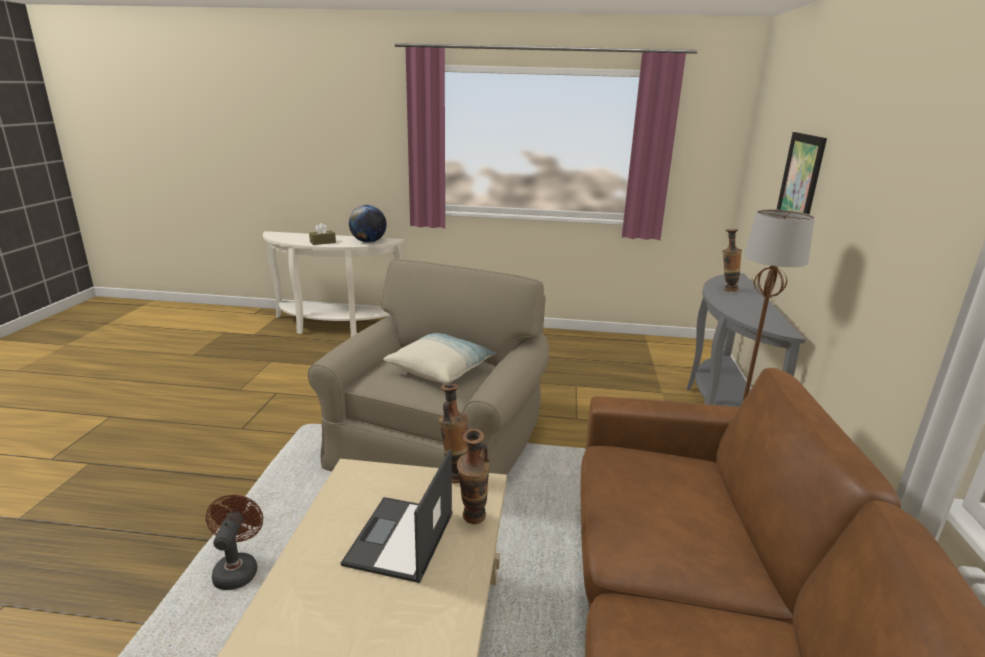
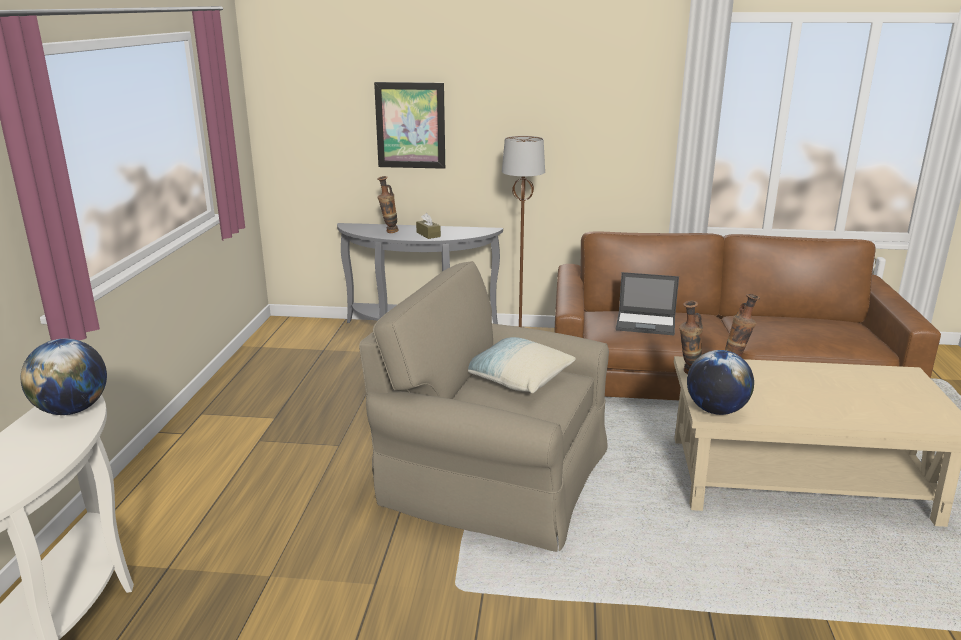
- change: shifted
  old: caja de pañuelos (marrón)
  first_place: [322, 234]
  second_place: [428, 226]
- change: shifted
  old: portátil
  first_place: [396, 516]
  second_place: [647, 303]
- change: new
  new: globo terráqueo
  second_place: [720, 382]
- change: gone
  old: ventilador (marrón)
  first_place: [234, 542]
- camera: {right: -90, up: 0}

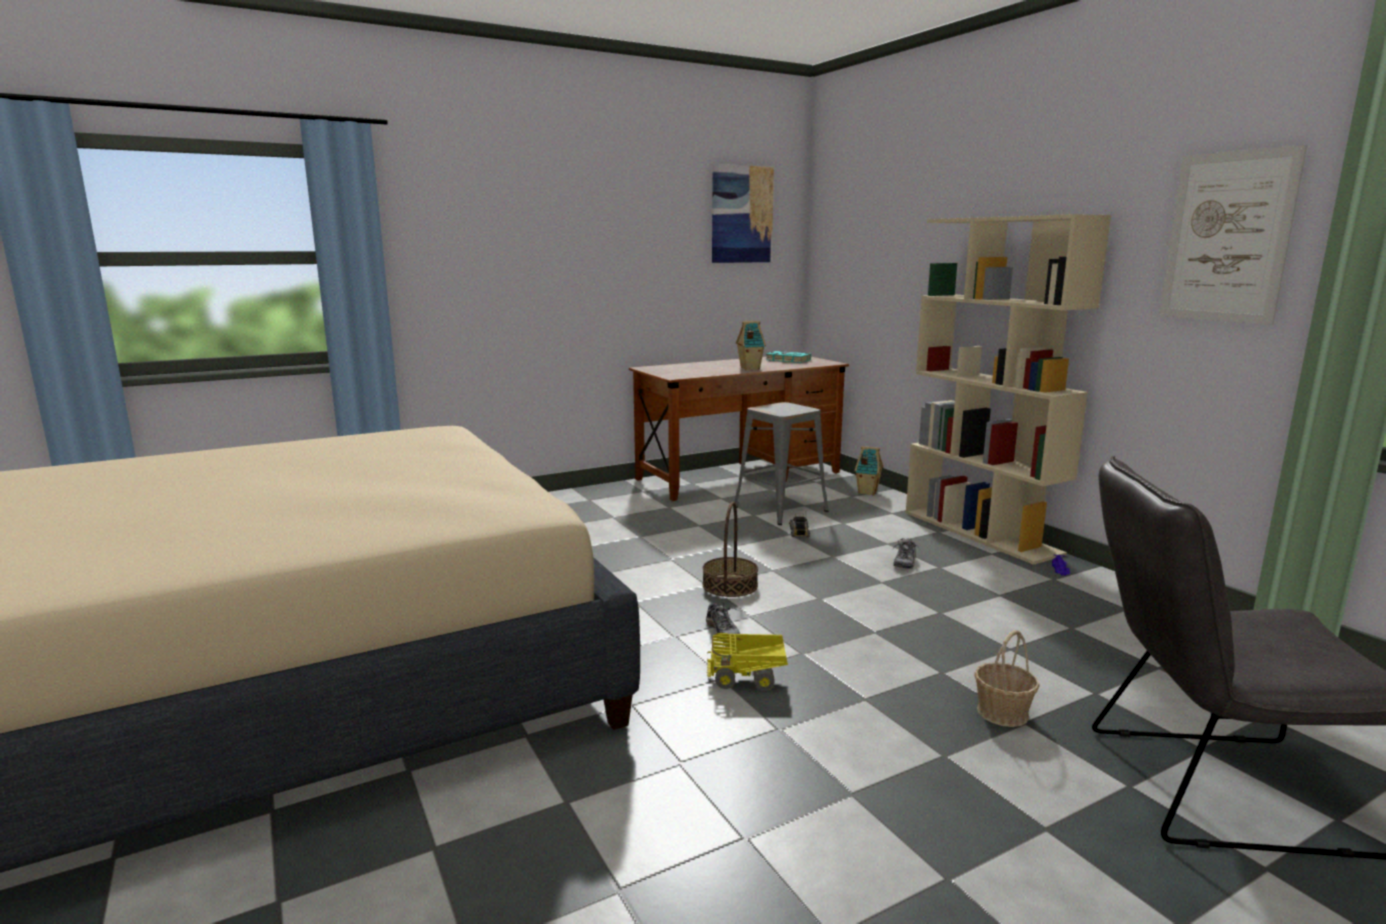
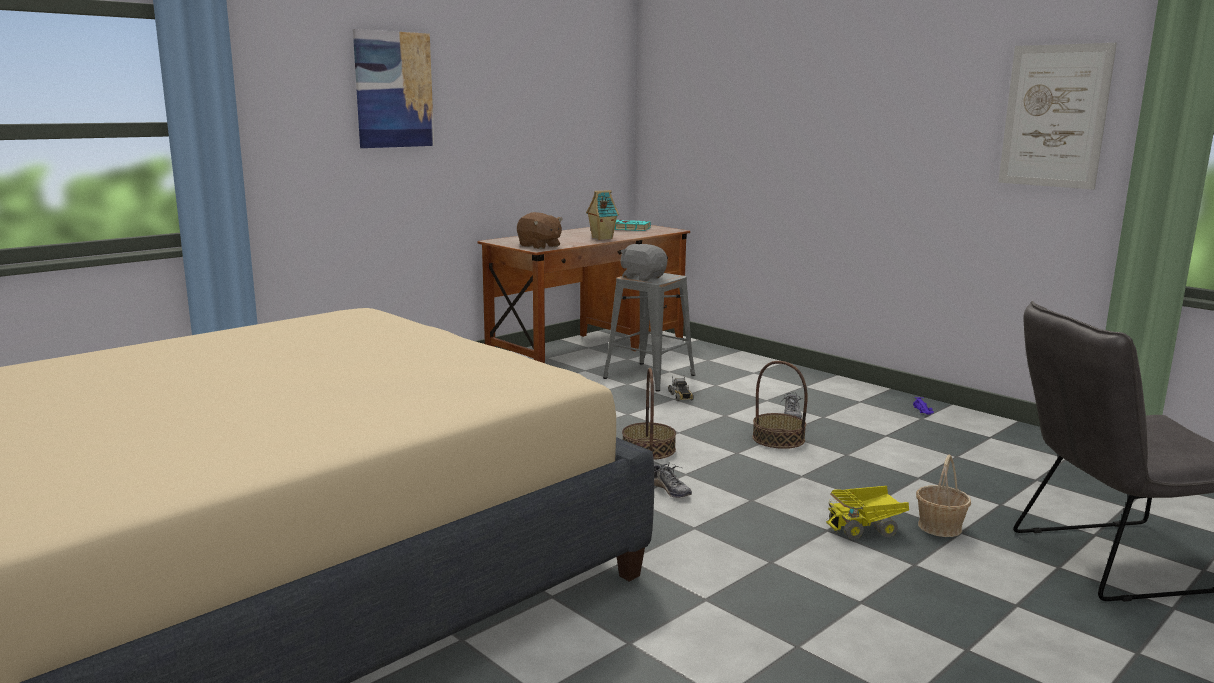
- change: shifted
  old: cuadro
  first_place: [743, 213]
  second_place: [393, 88]
- change: new
  new: peluche (marrón)
  second_place: [539, 230]
- change: new
  new: peluche (gris)
  second_place: [643, 262]
- change: new
  new: cesta
  second_place: [780, 405]
- change: shifted
  old: camión de juguete
  first_place: [747, 662]
  second_place: [867, 513]
- change: gone
  old: casita
  first_place: [869, 471]
- change: gone
  old: estantería (beis)
  first_place: [1008, 389]
- camera: {right: -15, up: 0}

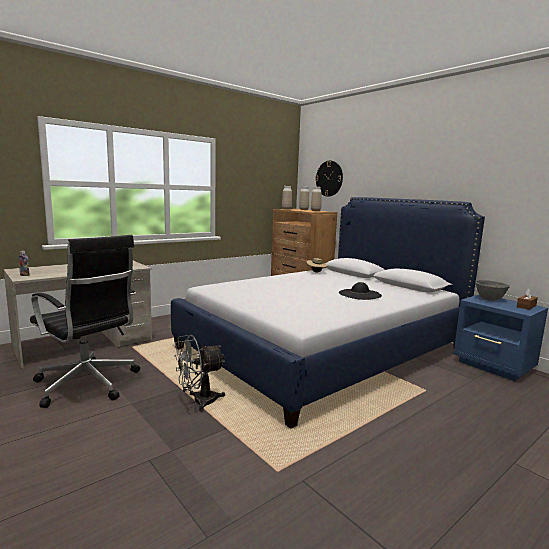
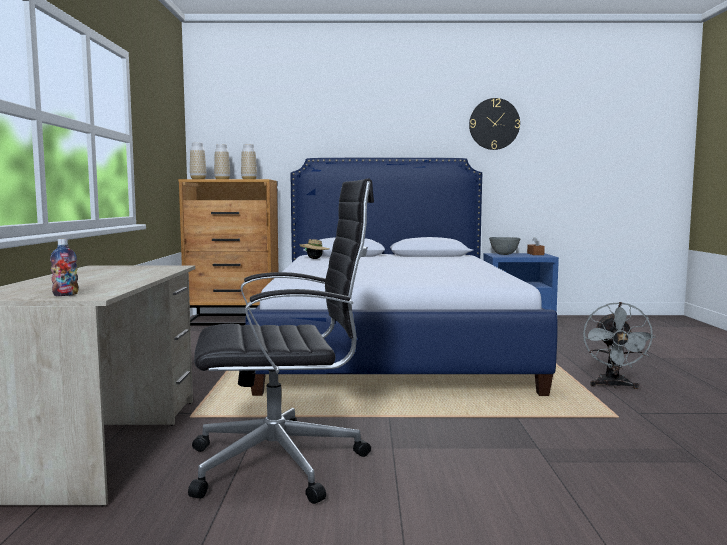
- change: shifted
  old: reloj de pared
  first_place: [329, 179]
  second_place: [494, 124]
- change: shifted
  old: ventilador (gris)
  first_place: [199, 373]
  second_place: [619, 345]
- change: gone
  old: sombrero (negro)
  first_place: [360, 291]
- camera: {right: -50, up: -5}

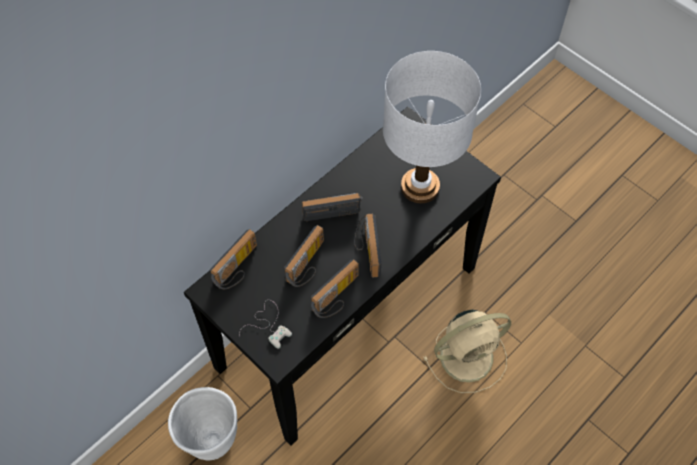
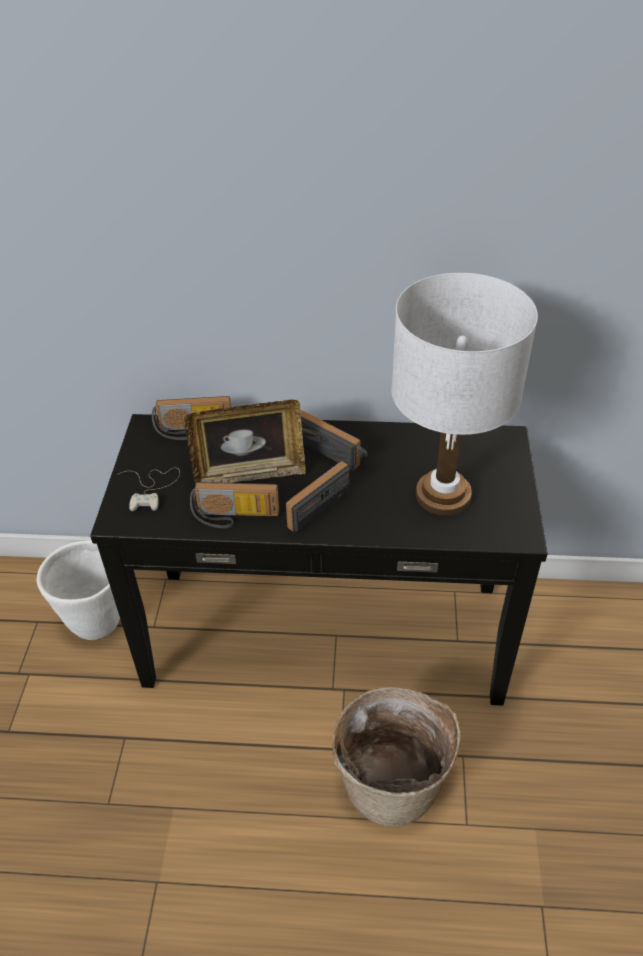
- change: swapped
  old: radio
  new: portarretratos
  first_place: [304, 256]
  second_place: [245, 442]
- change: swapped
  old: ventilador (beis)
  new: cesta
  first_place: [467, 351]
  second_place: [396, 757]
- camera: {right: 50, up: -15}

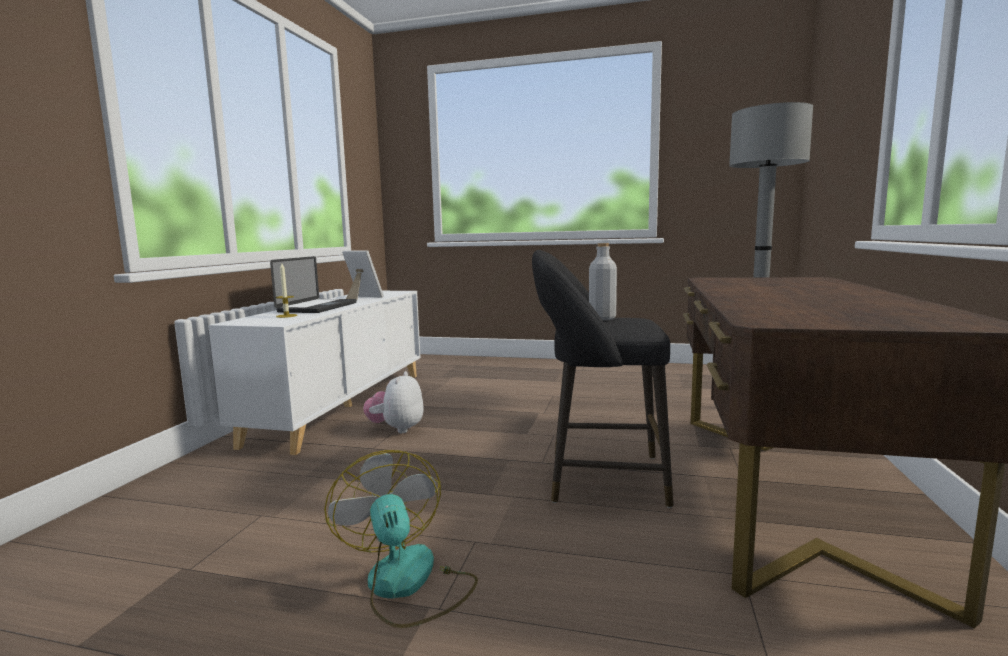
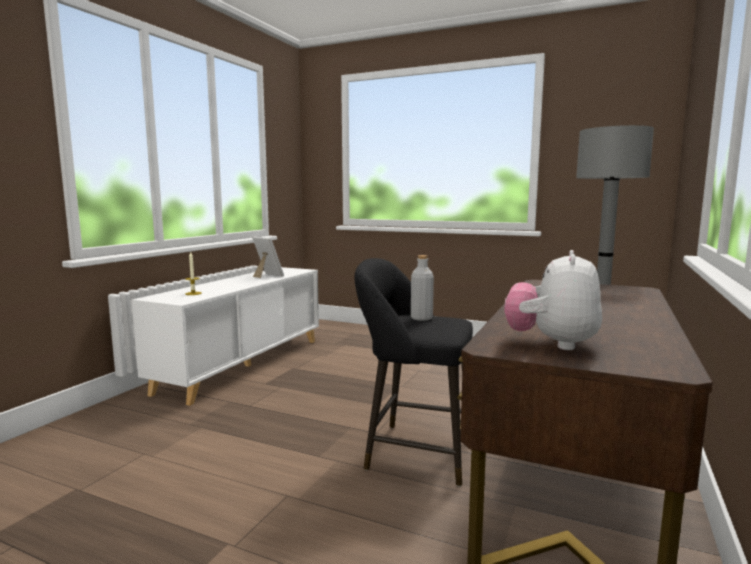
- change: shifted
  old: peluche
  first_place: [393, 402]
  second_place: [553, 300]
- change: gone
  old: portátil
  first_place: [313, 284]
- change: gone
  old: ventilador
  first_place: [401, 539]
- camera: {right: 10, up: 0}

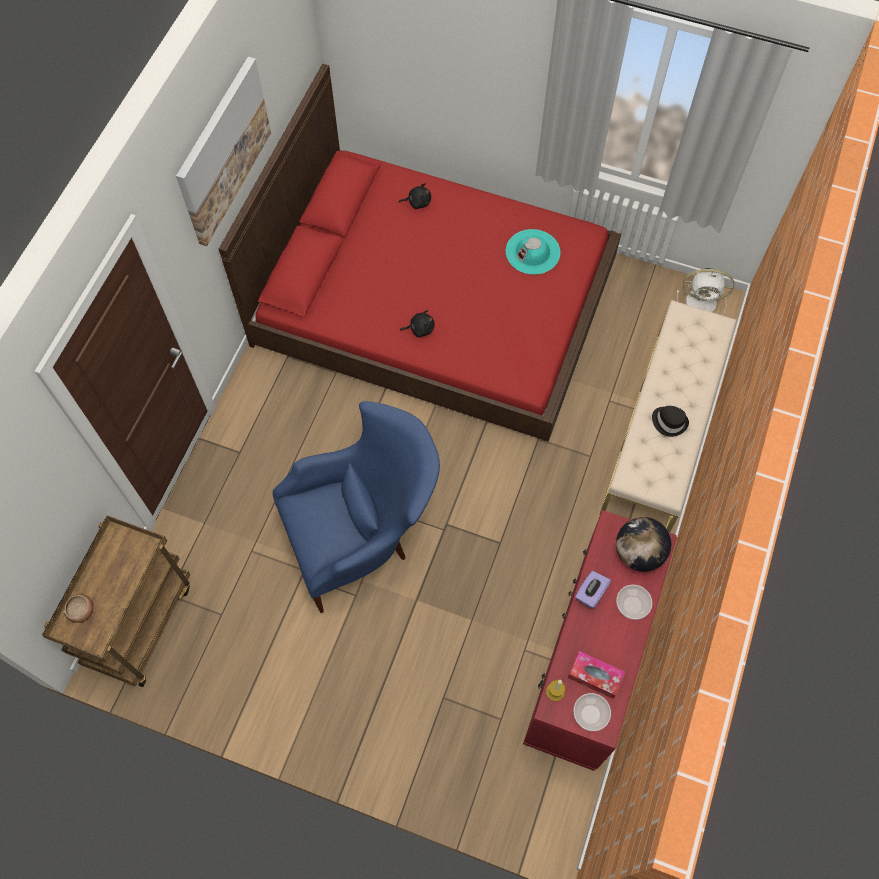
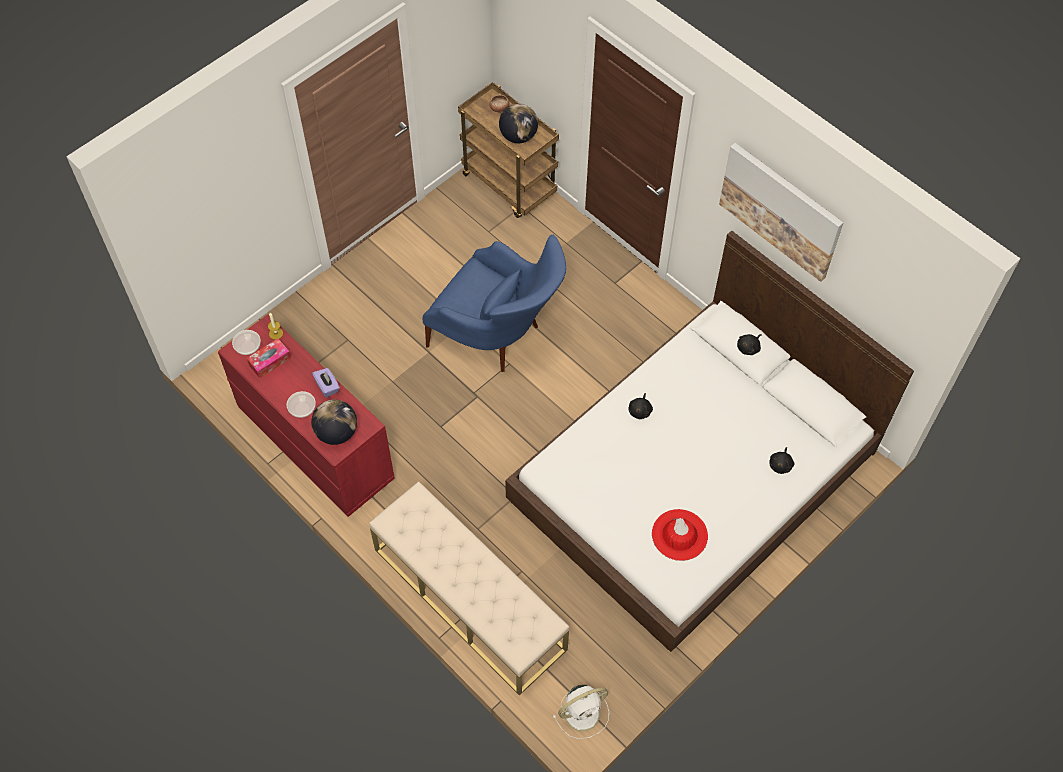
- change: rotated
  old: sillón (azul)
  first_place: [356, 507]
  second_place: [494, 303]
  degrees: -60
- change: new
  new: globo terráqueo
  second_place: [518, 123]
- change: repainted
  old: cama (rojo)
  new: cama (blanco)
  first_place: [420, 253]
  second_place: [709, 441]
- change: rotated
  old: ventilador (blanco)
  first_place: [705, 291]
  second_place: [581, 712]
  degrees: -150
- change: repainted
  old: sombrero (turquesa)
  new: sombrero (rojo)
  first_place: [533, 252]
  second_place: [680, 535]
- change: new
  new: peluche (negro)
  second_place: [749, 344]
- change: gone
  old: sombrero (negro)
  first_place: [670, 421]
- camera: {right: 115, up: -5}

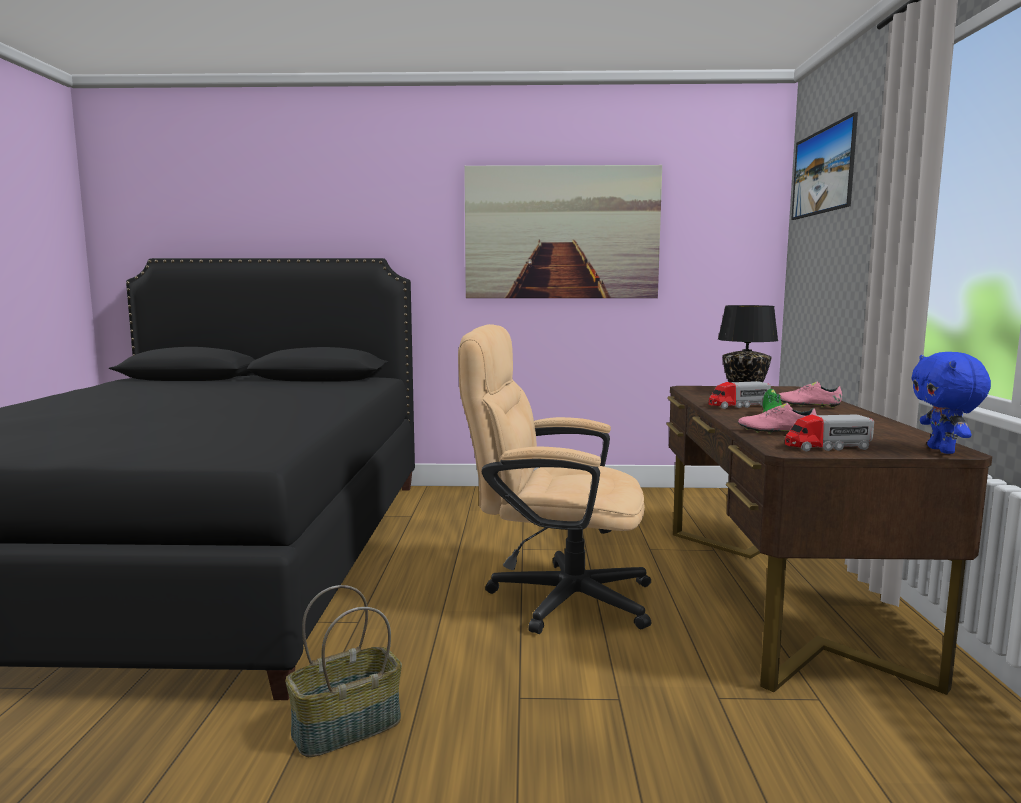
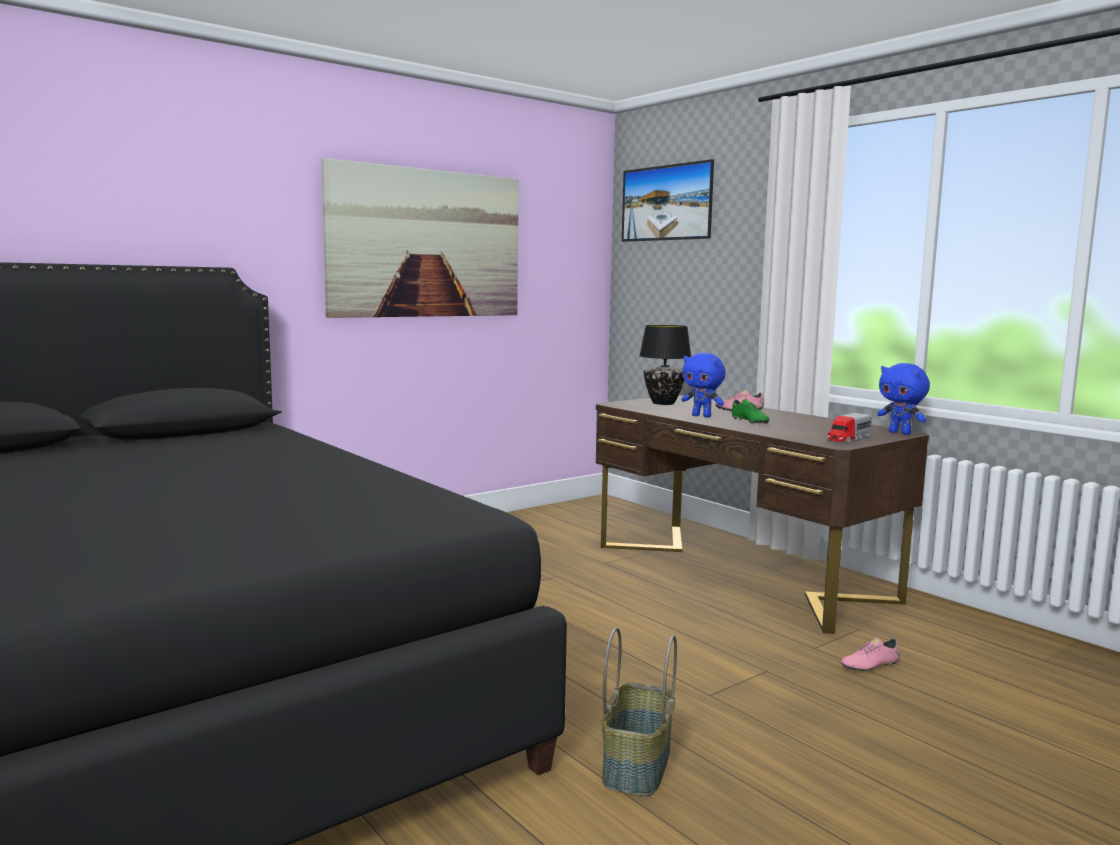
- change: swapped
  old: camión de juguete
  new: peluche (azul)
  first_place: [739, 395]
  second_place: [703, 385]
- change: shifted
  old: zapato (rosa)
  first_place: [777, 418]
  second_place: [870, 655]
- change: gone
  old: silla de oficina (beis)
  first_place: [554, 479]
- camera: {right: -40, up: 0}

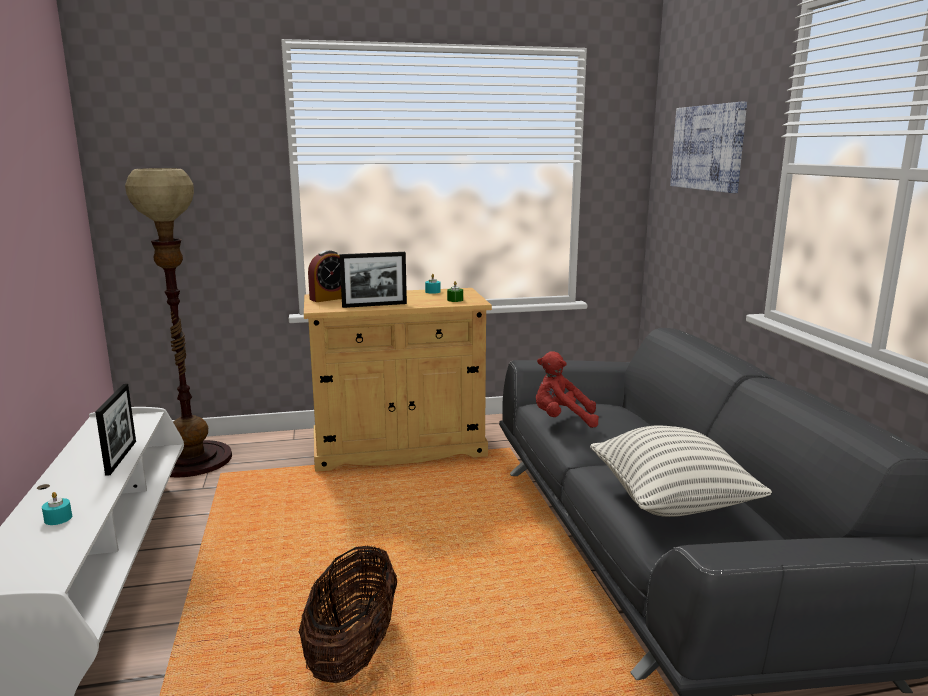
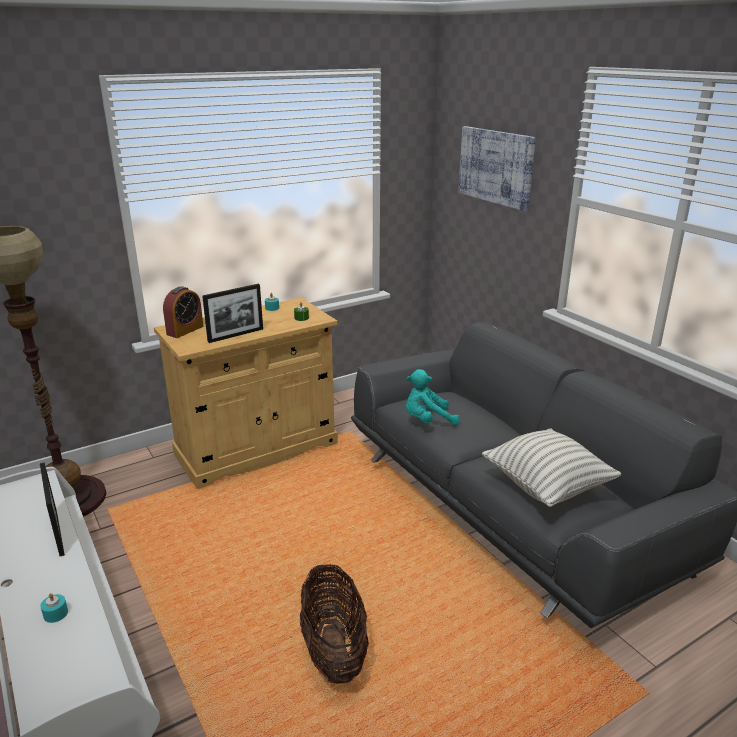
- change: repainted
  old: peluche (rojo)
  new: peluche (turquesa)
  first_place: [567, 389]
  second_place: [432, 397]
- camera: {right: -20, up: 10}

